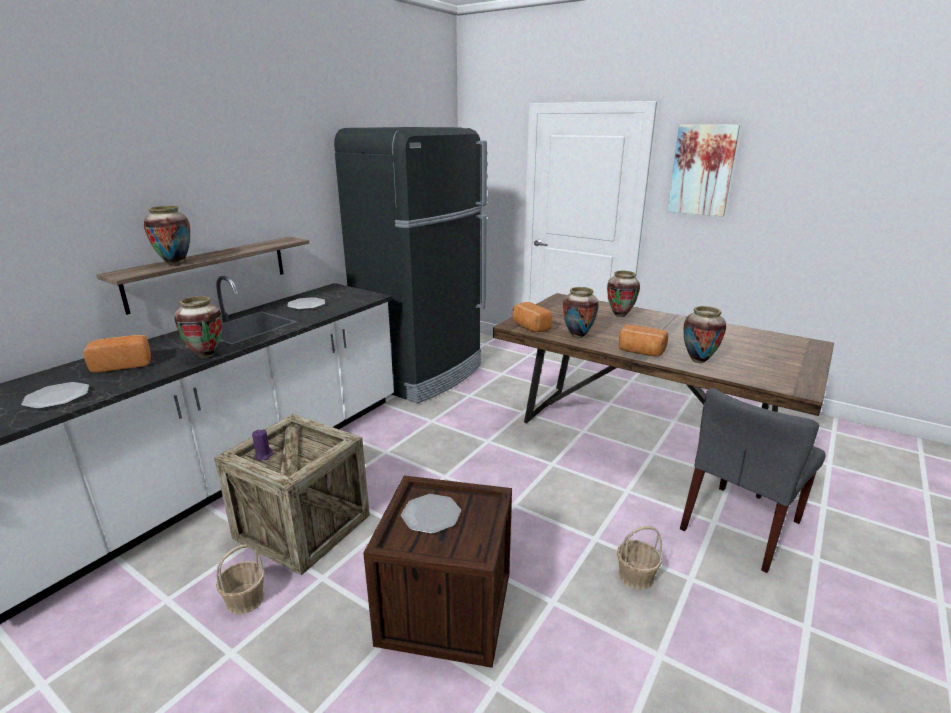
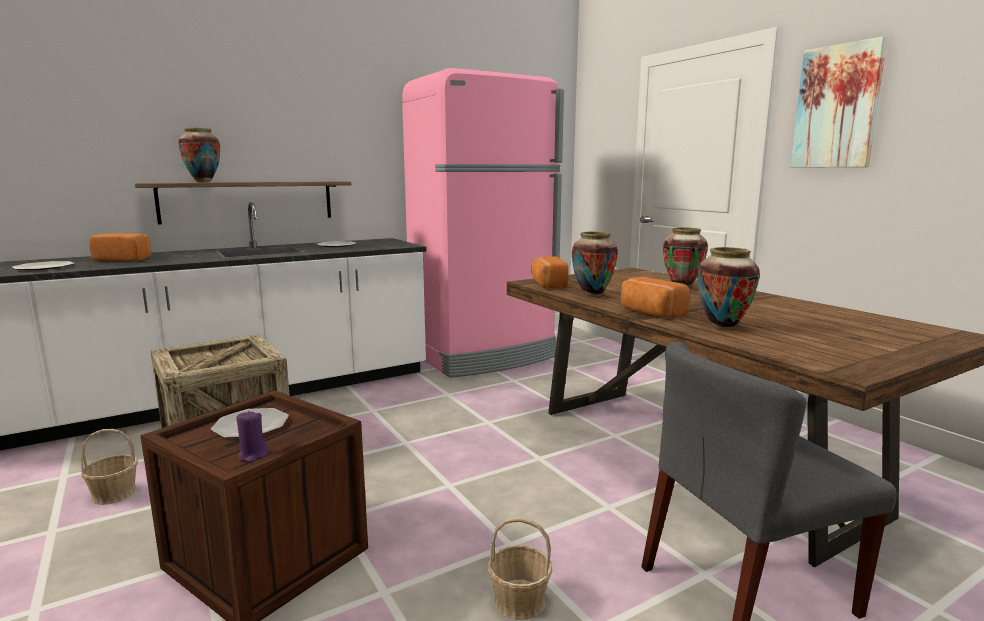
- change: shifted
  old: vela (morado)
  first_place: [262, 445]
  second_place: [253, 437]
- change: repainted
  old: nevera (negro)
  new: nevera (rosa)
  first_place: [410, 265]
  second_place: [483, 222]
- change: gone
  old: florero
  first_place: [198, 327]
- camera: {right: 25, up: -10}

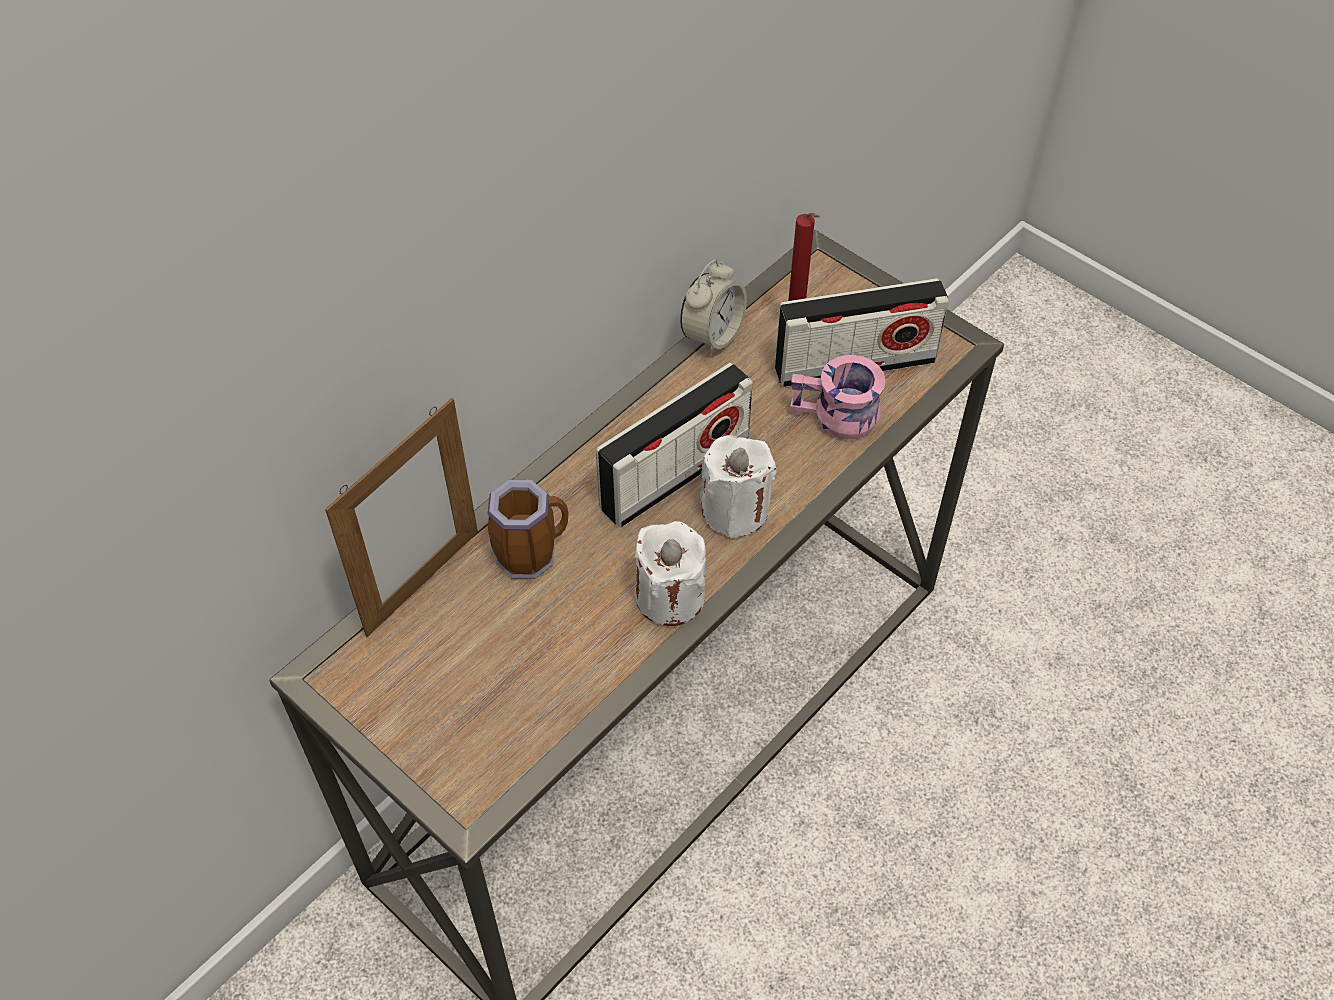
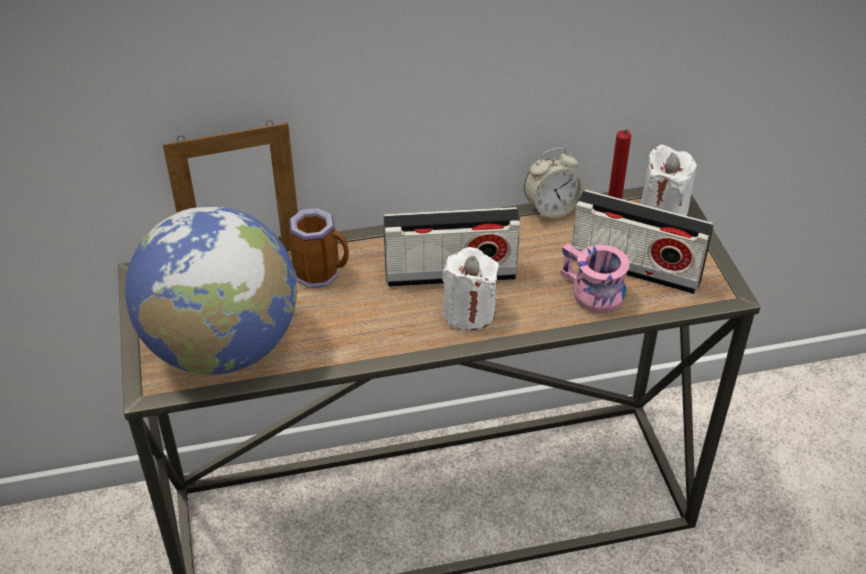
- change: new
  new: globo terráqueo
  second_place: [211, 290]
- change: shifted
  old: vela (blanco)
  first_place: [670, 573]
  second_place: [669, 180]
- camera: {right: 35, up: -10}

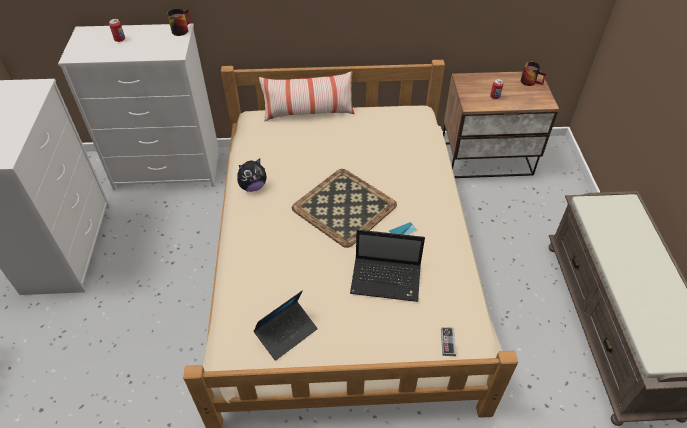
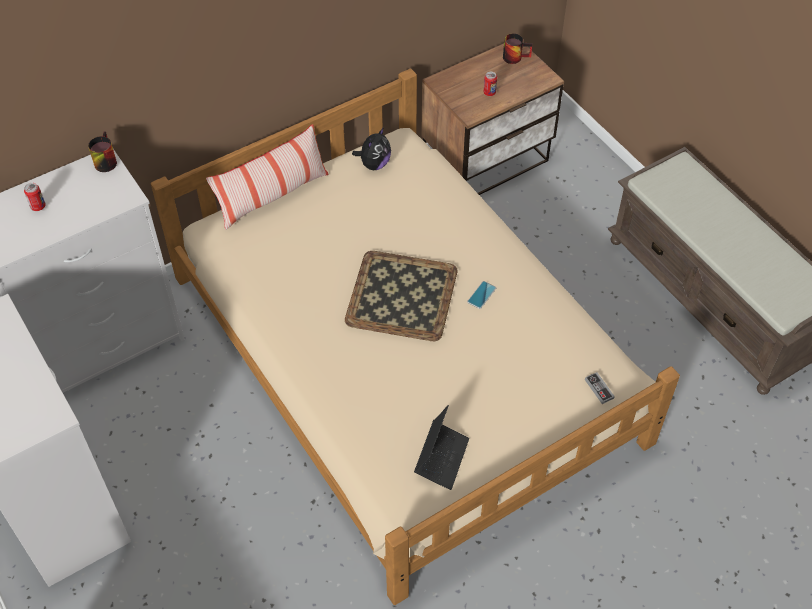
- change: shifted
  old: peluche
  first_place: [252, 175]
  second_place: [371, 148]
- change: gone
  old: portátil
  first_place: [387, 266]
- camera: {right: -30, up: 5}

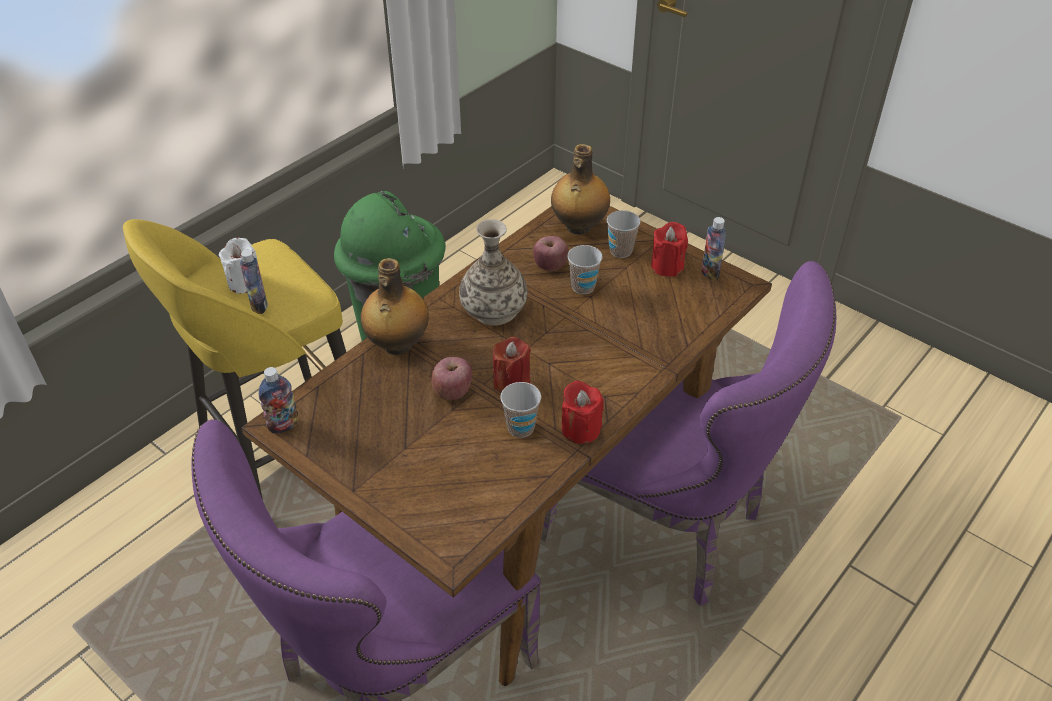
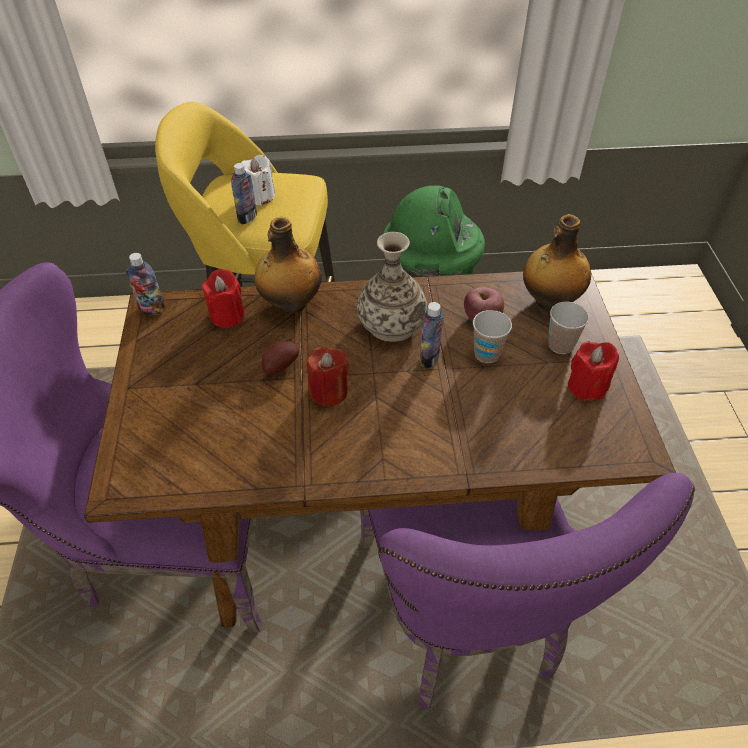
- change: shifted
  old: vela (rojo)
  first_place: [582, 412]
  second_place: [223, 298]
- change: swapped
  old: manzana
  new: patata
  first_place: [451, 378]
  second_place: [280, 358]
- change: shifted
  old: botella
  first_place: [713, 249]
  second_place: [432, 335]
- change: gone
  old: taza
  first_place: [520, 410]
- camera: {right: 45, up: 5}

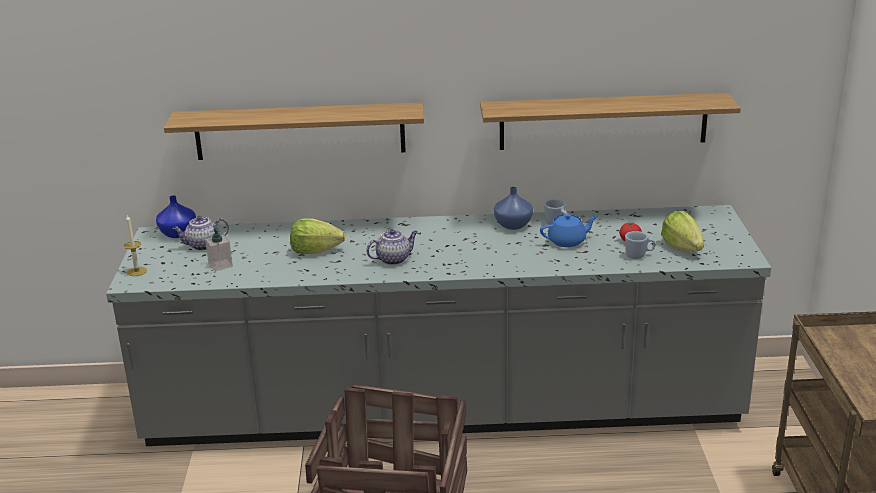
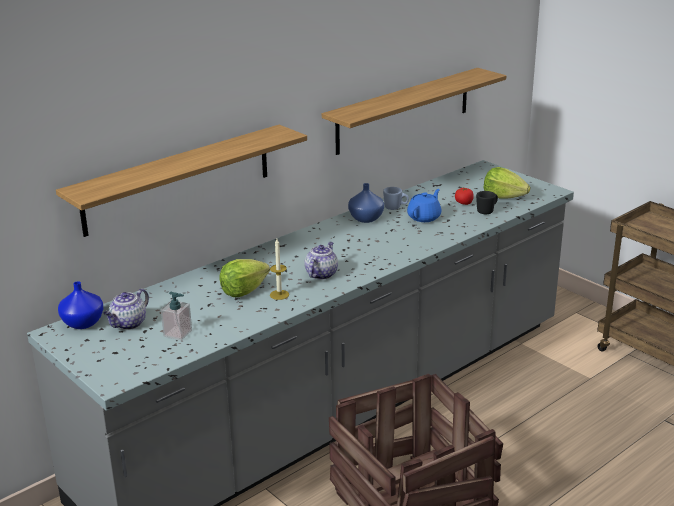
- change: shifted
  old: vela
  first_place: [135, 245]
  second_place: [279, 269]
- change: repainted
  old: taza grande (azul)
  new: taza grande (negro)
  first_place: [640, 245]
  second_place: [487, 202]
- camera: {right: -40, up: 0}

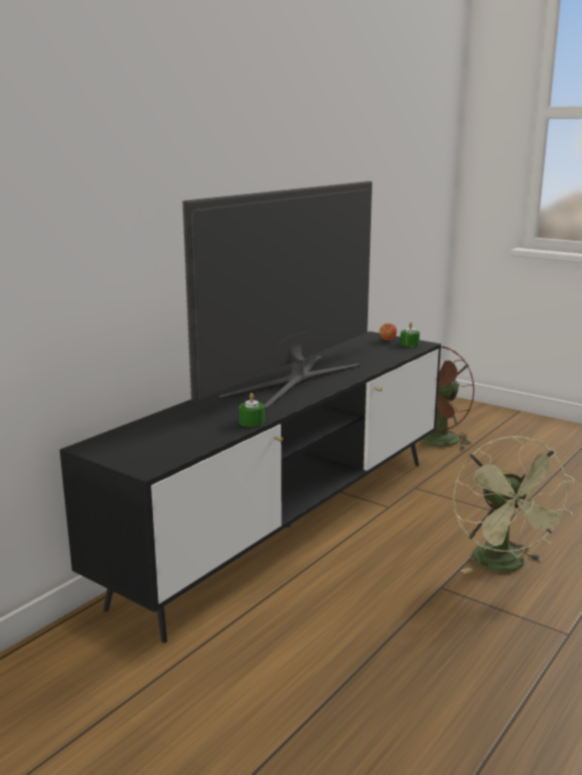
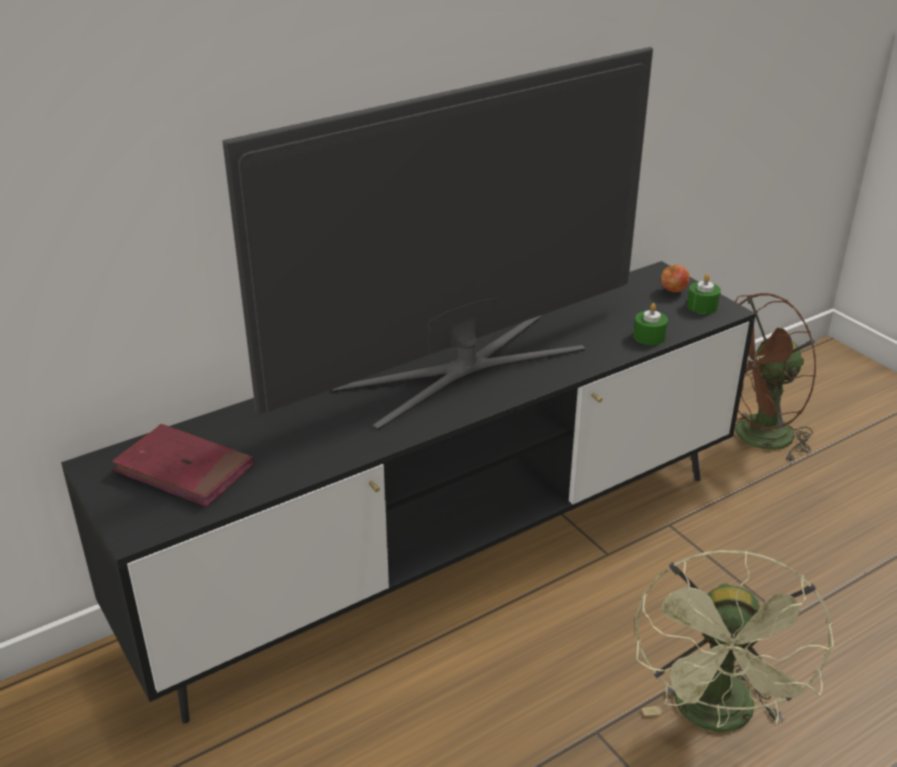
- change: new
  new: libro (rojo)
  second_place: [183, 465]
- change: shifted
  old: vela (verde)
  first_place: [252, 410]
  second_place: [650, 324]
- camera: {right: 20, up: 15}

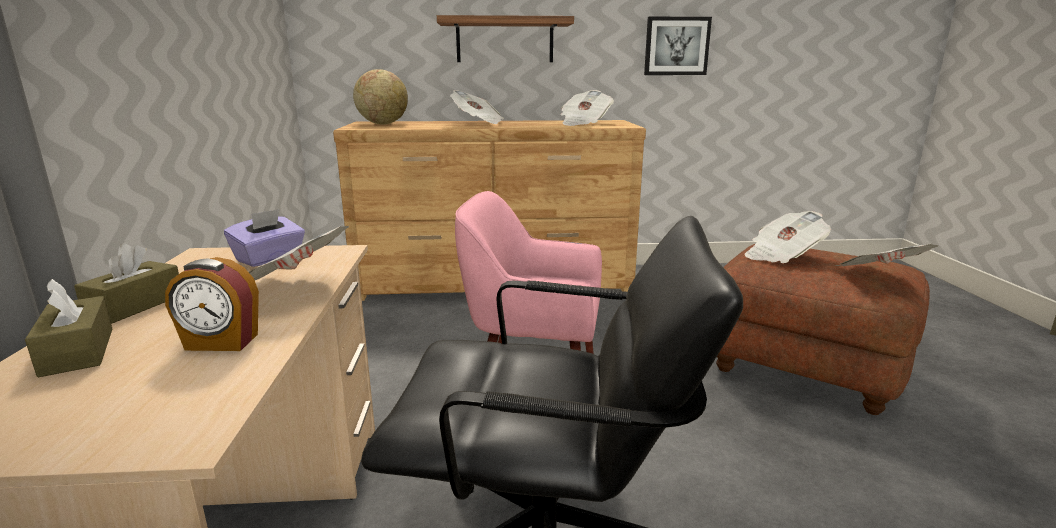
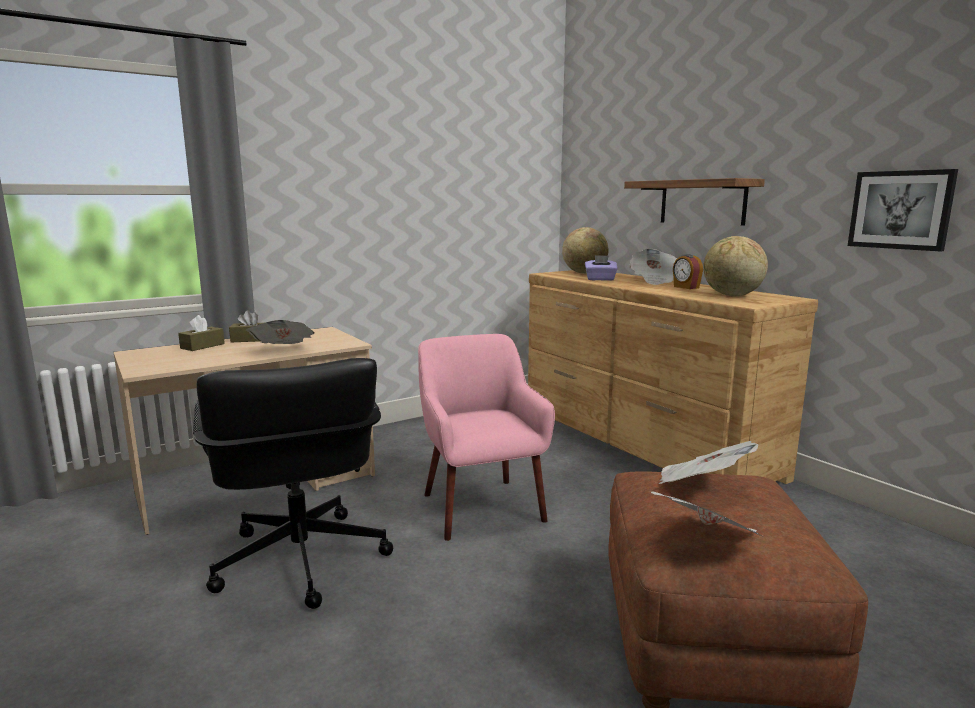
- change: shifted
  old: caja de pañuelos (morado)
  first_place: [264, 238]
  second_place: [601, 268]
- change: shifted
  old: despertador
  first_place: [212, 304]
  second_place: [688, 271]
- change: swapped
  old: periódico
  new: globo terráqueo
  first_place: [587, 108]
  second_place: [735, 266]
- camera: {right: 60, up: -5}

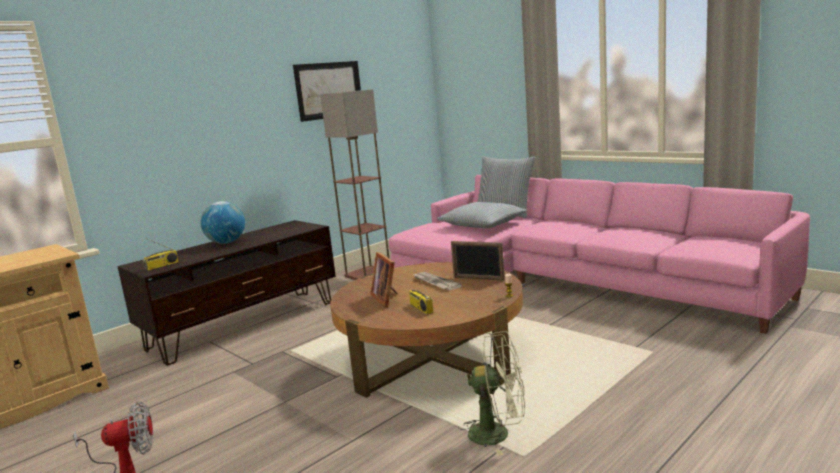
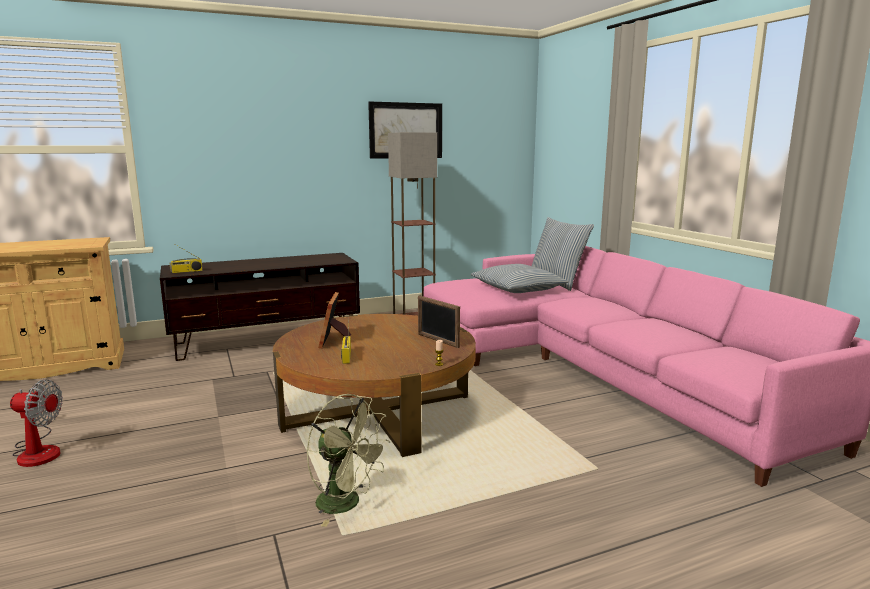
- change: gone
  old: globo terráqueo
  first_place: [223, 222]
- change: gone
  old: periódico
  first_place: [437, 281]
- camera: {right: 20, up: 0}

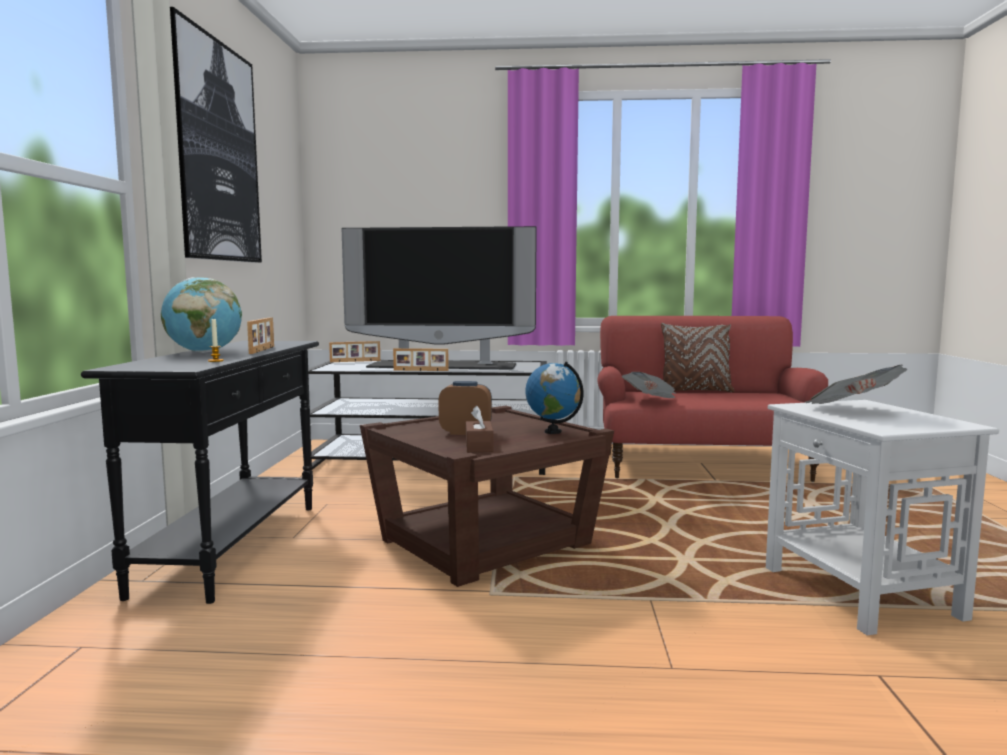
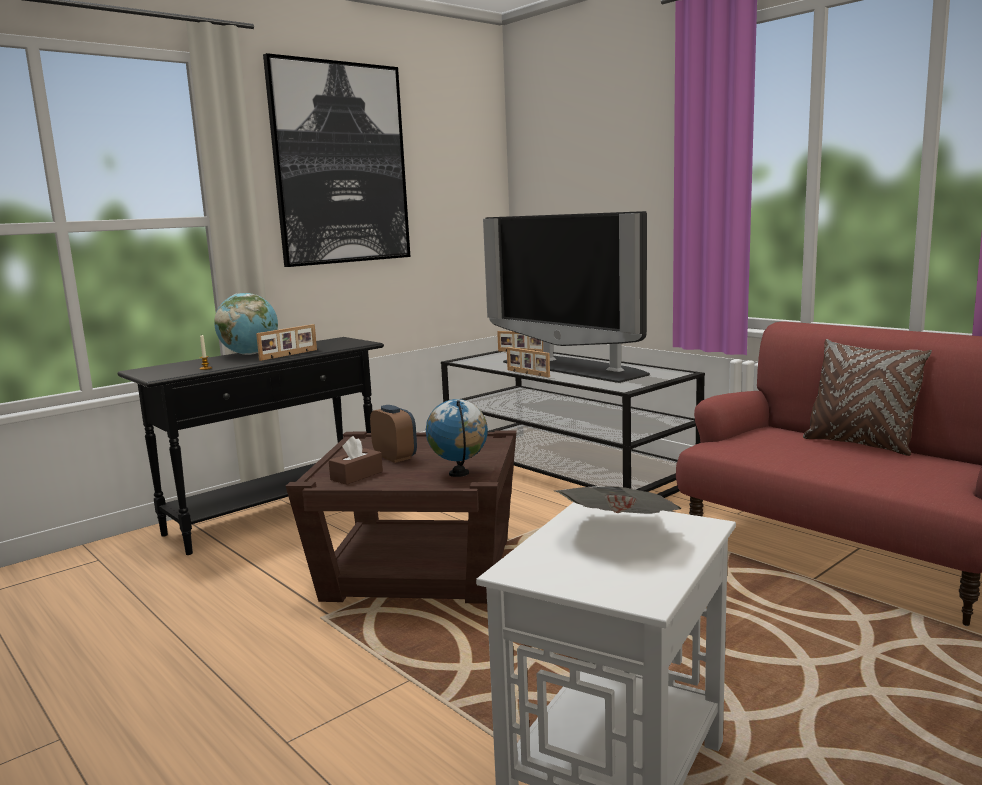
- change: gone
  old: periódico
  first_place: [649, 385]
- camera: {right: 45, up: 5}

